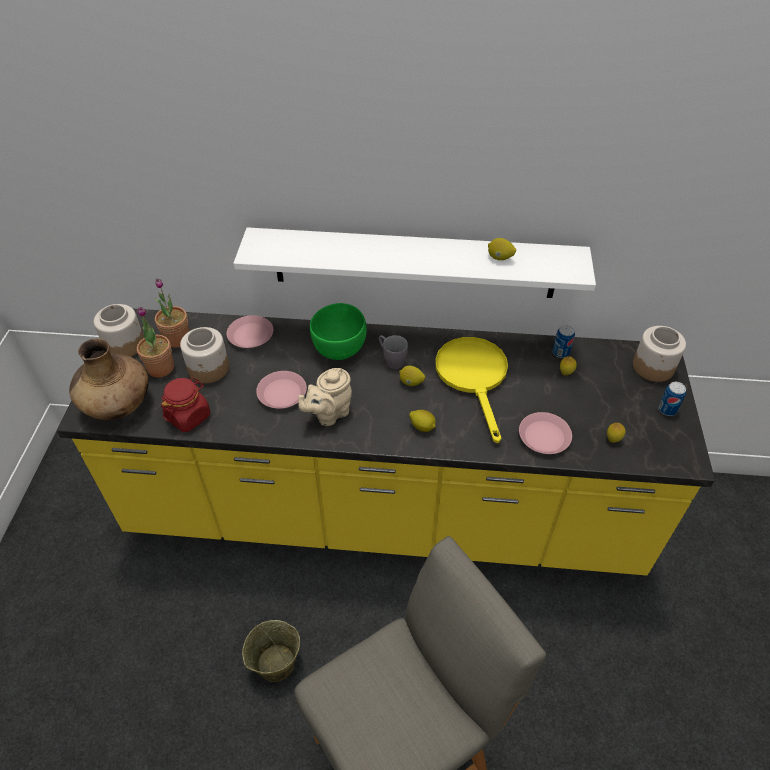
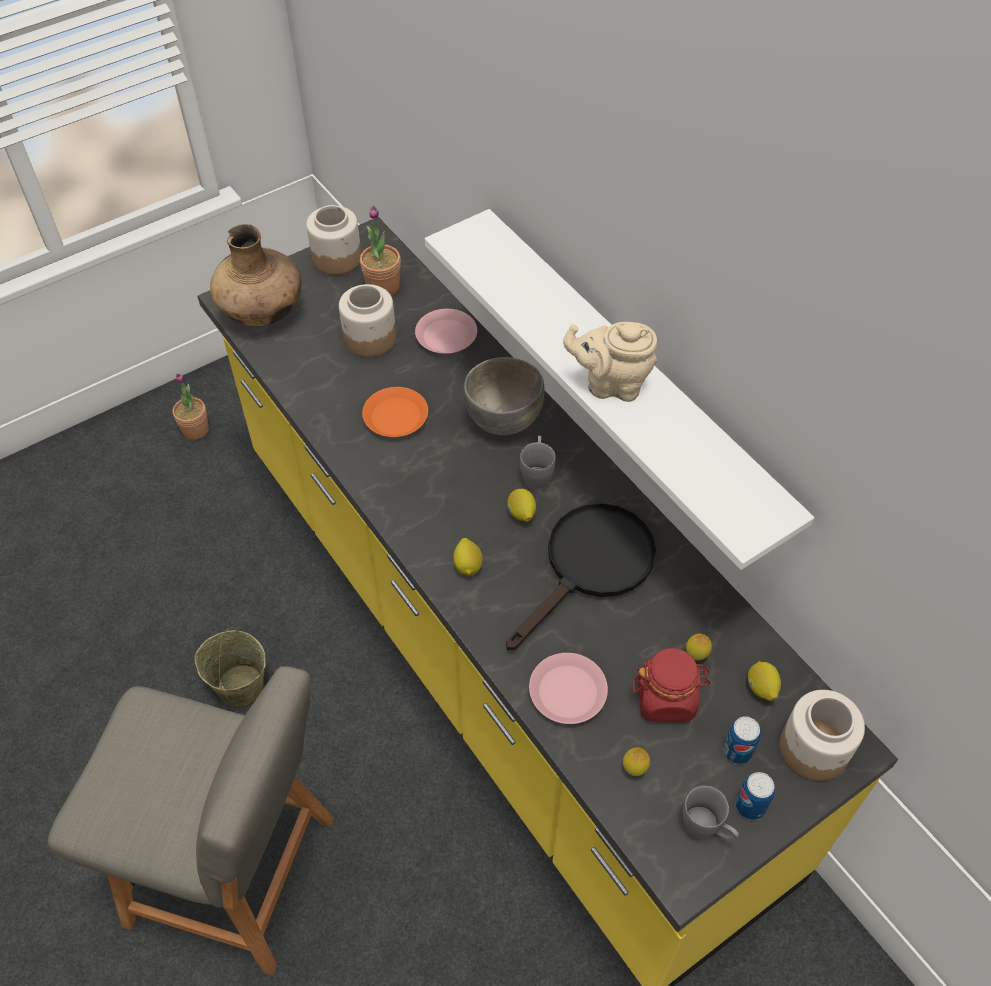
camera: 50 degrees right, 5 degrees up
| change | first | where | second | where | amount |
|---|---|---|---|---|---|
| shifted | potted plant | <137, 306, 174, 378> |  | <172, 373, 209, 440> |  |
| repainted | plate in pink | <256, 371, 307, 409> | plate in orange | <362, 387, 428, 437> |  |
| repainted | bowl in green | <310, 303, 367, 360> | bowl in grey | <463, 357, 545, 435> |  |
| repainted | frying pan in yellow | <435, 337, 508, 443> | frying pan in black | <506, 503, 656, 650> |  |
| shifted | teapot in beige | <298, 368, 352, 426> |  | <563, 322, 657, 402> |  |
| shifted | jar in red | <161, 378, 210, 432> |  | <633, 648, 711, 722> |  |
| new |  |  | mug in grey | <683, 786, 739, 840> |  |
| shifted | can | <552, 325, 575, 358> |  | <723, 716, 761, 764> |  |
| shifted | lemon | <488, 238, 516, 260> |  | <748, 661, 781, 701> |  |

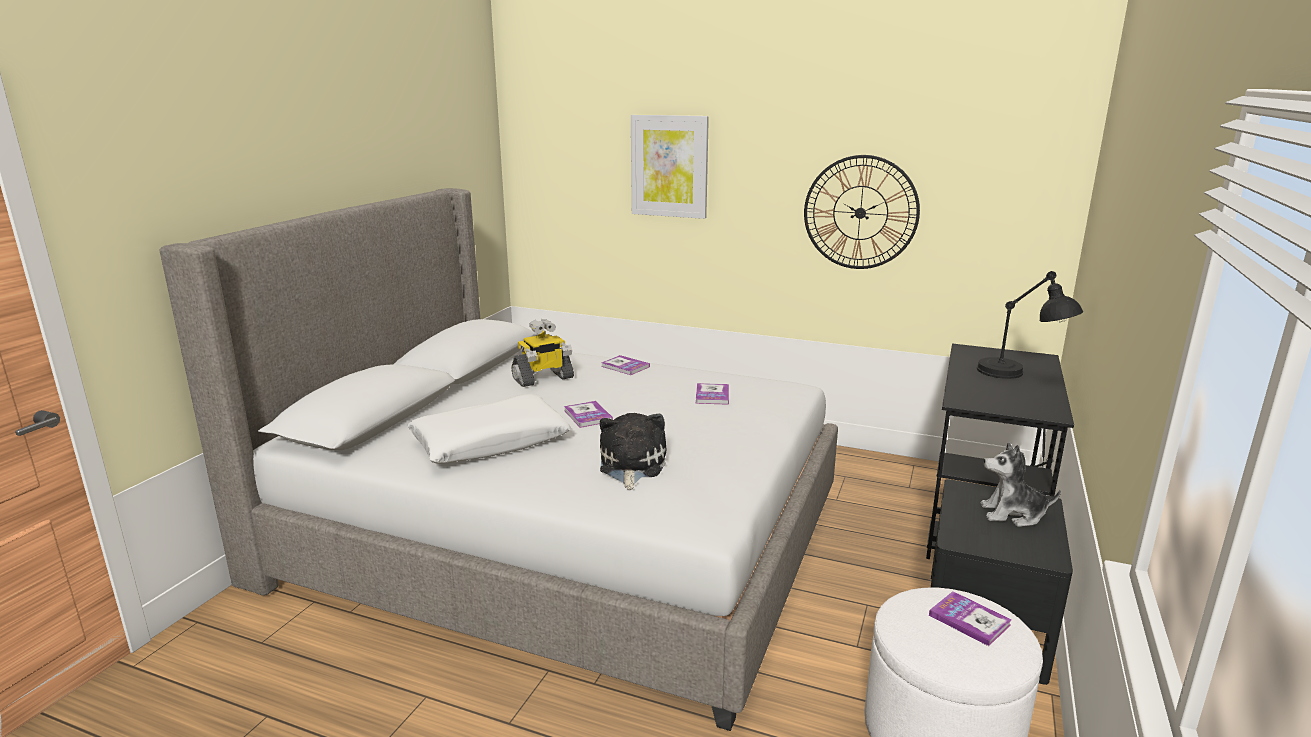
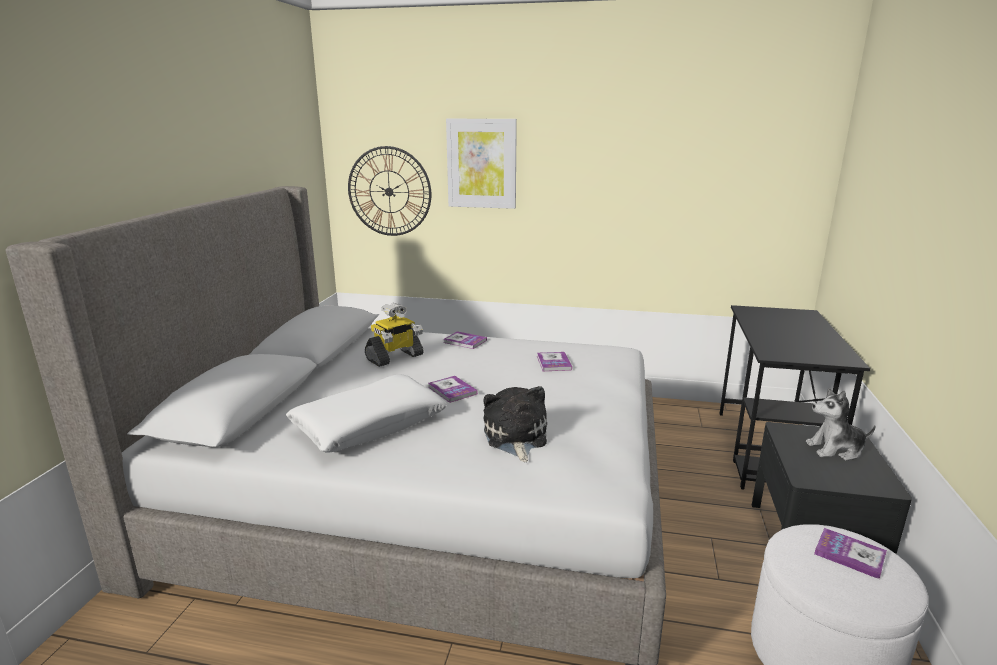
camera: 10 degrees left, 0 degrees up
| change | first | where | second | where | amount |
|---|---|---|---|---|---|
| shifted | wall clock | <804, 155, 920, 269> |  | <348, 146, 431, 236> |  |
| gone | table lamp in black | <977, 271, 1083, 379> |  |  |  |

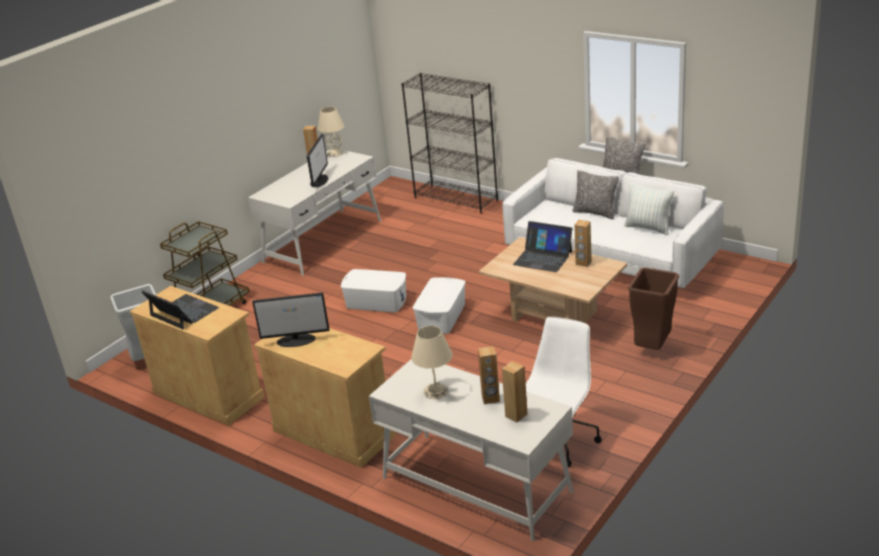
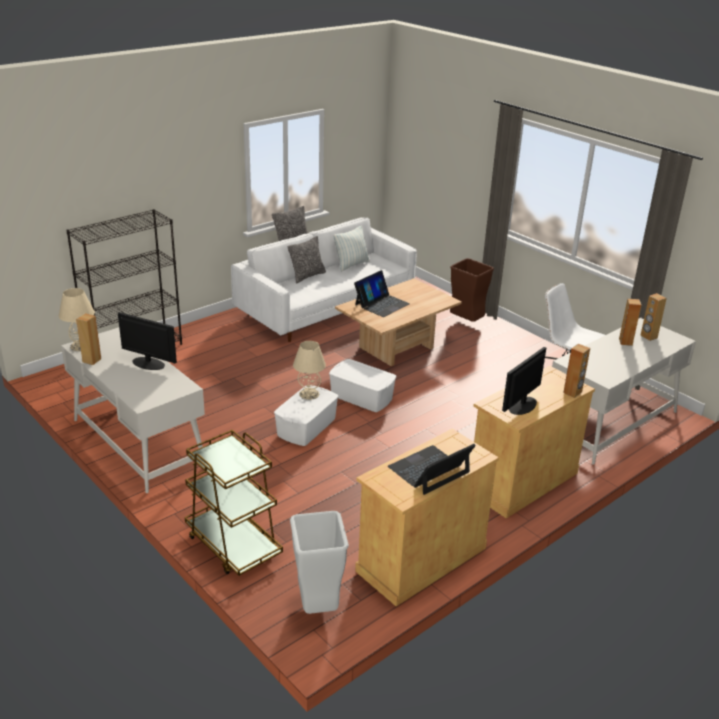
camera: 80 degrees left, 0 degrees up
| change | first | where | second | where | amount |
|---|---|---|---|---|---|
| shifted | table lamp in beige | <411, 326, 453, 399> |  | <293, 341, 326, 400> |  |
| rotated | monitor | <252, 292, 329, 347> |  | <502, 347, 546, 415> | 150 degrees counterclockwise |
| shifted | speaker in brown | <574, 220, 592, 267> |  | <563, 344, 590, 398> |  |

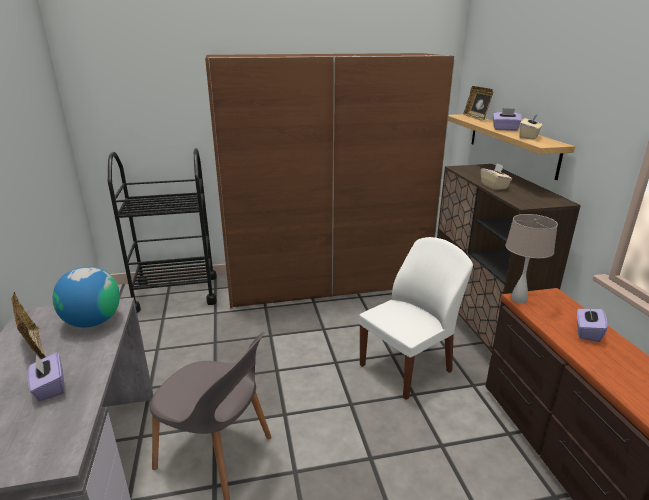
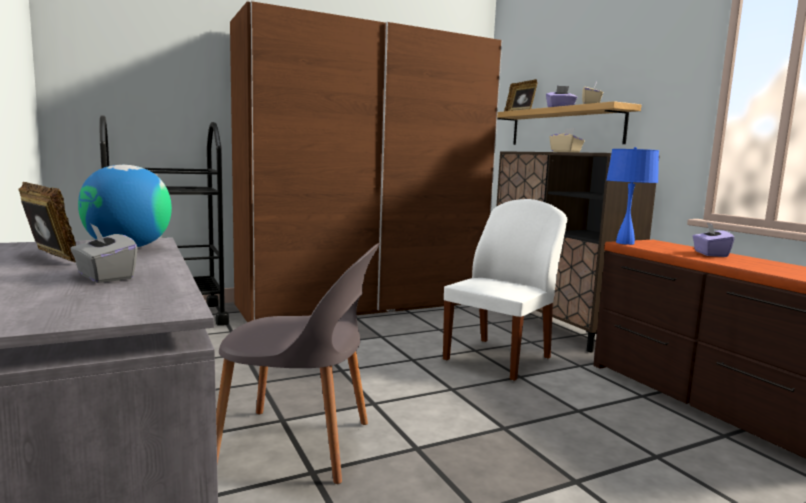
camera: 15 degrees left, 15 degrees down
| change | first | where | second | where | amount |
|---|---|---|---|---|---|
| repainted | tissue box in purple | <28, 352, 64, 401> | tissue box in grey | <71, 223, 138, 283> |  |
| repainted | table lamp in beige | <505, 214, 558, 303> | table lamp in blue | <606, 147, 659, 245> |  |

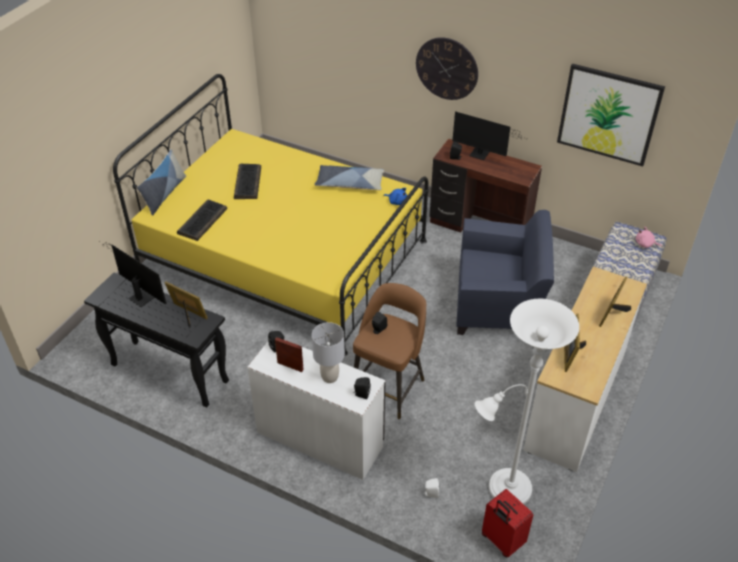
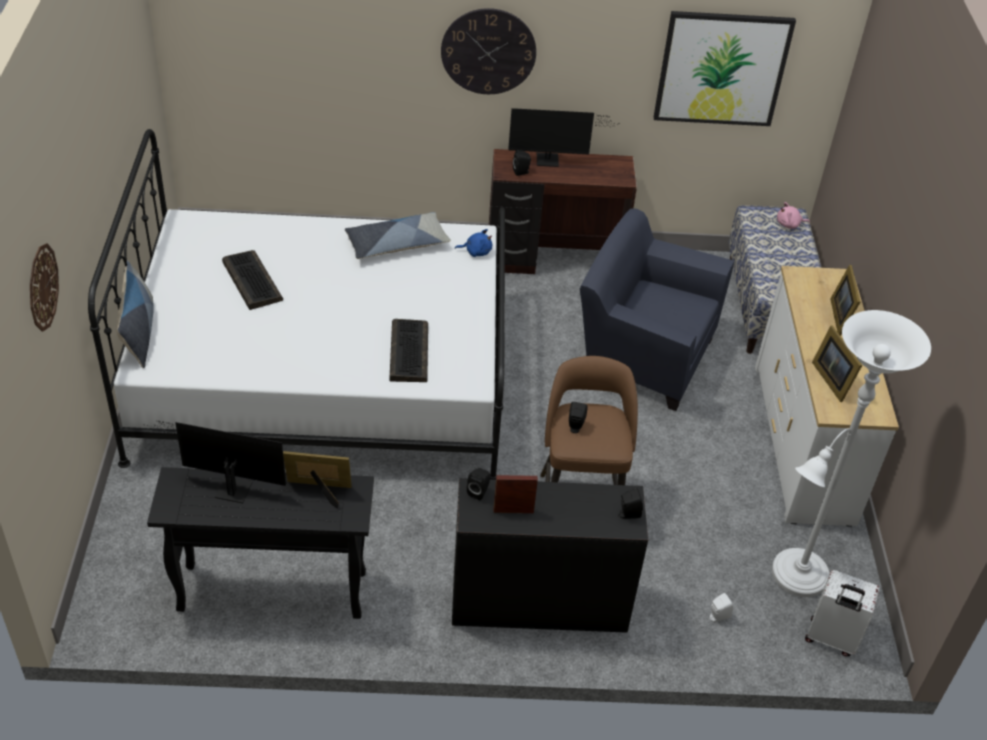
camera: 30 degrees left, 0 degrees up
| change | first | where | second | where | amount |
|---|---|---|---|---|---|
| new |  |  | wall clock | <30, 243, 59, 332> |  |
| repainted | bed in yellow | <113, 74, 429, 356> | bed in white | <88, 129, 505, 480> |  |
| shifted | keyboard | <177, 199, 227, 241> |  | <389, 319, 428, 382> |  |
| repainted | desk in white | <247, 342, 385, 480> | desk in black | <452, 478, 648, 633> |  |
| rotated | armchair in blue | <456, 210, 554, 335> |  | <580, 209, 734, 411> | 135 degrees counterclockwise |
| repainted | suitcase in red | <482, 489, 533, 557> | suitcase in white | <805, 570, 880, 656> |  |
| gone | table lamp in grey | <312, 322, 345, 383> |  |  |  |

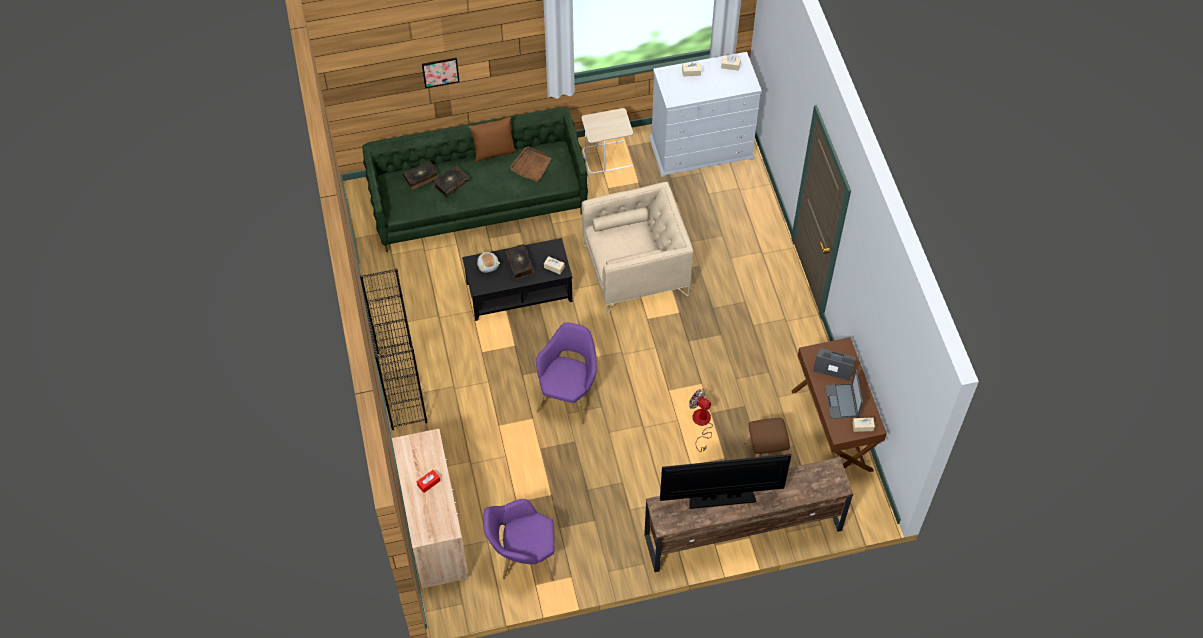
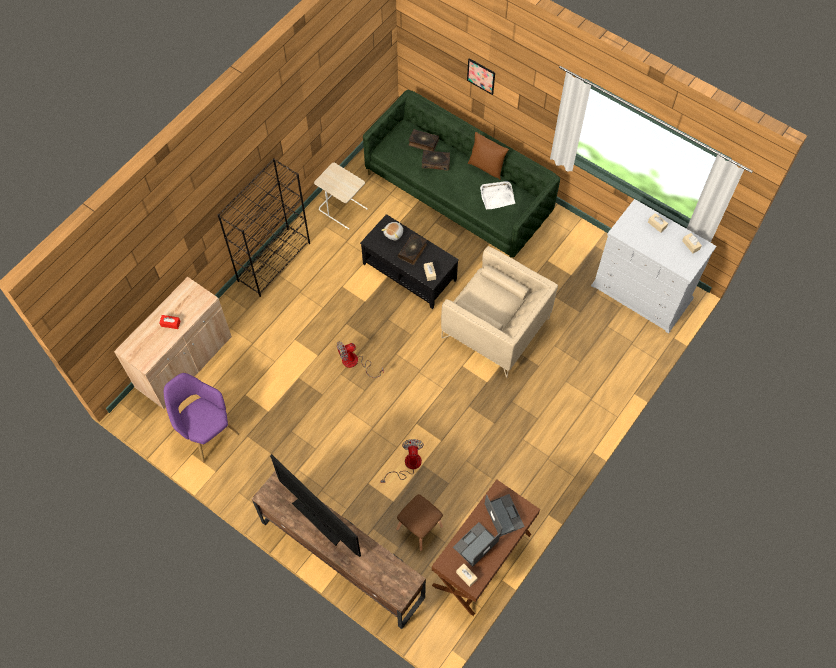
camera: 50 degrees right, 5 degrees up
| change | first | where | second | where | amount |
|---|---|---|---|---|---|
| shifted | side table in beige | <582, 108, 633, 174> |  | <314, 163, 368, 229> |  |
| swapped | armchair in purple | <536, 322, 597, 424> | fan | <337, 342, 384, 378> |  |
| repainted | tray in brown | <510, 146, 551, 182> | tray in white | <480, 181, 515, 210> |  |

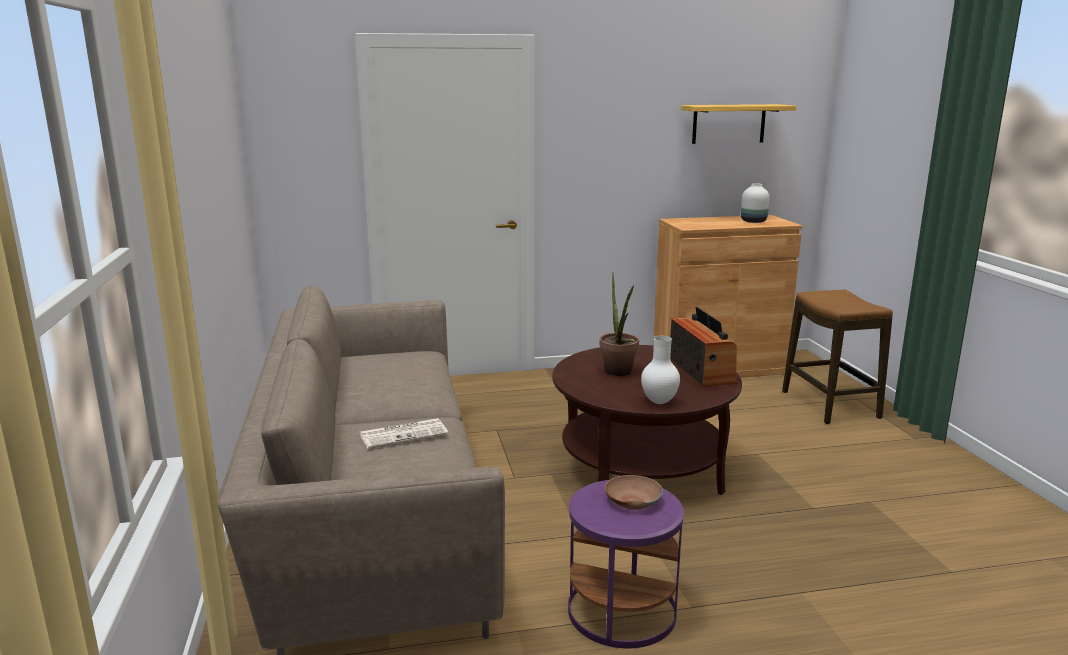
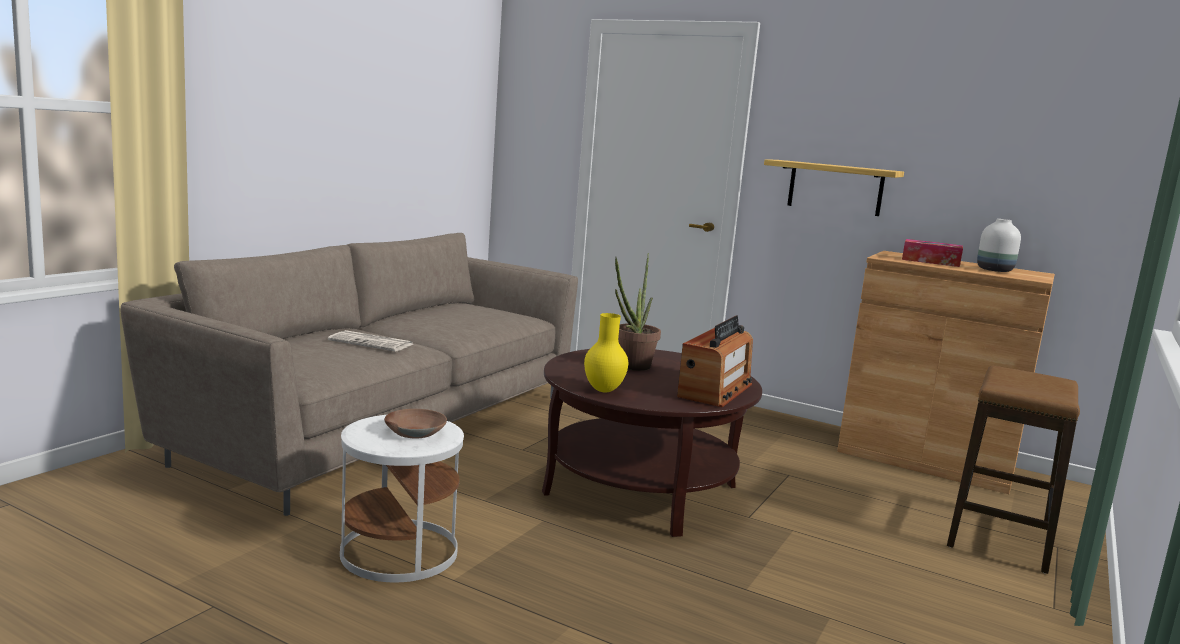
camera: 40 degrees right, 5 degrees down
| change | first | where | second | where | amount |
|---|---|---|---|---|---|
| repainted | side table in purple | <568, 480, 684, 648> | side table in white | <340, 415, 464, 582> |  |
| repainted | vase in white | <641, 336, 680, 404> | vase in yellow | <584, 313, 628, 392> |  |
| shifted | shelf | <681, 104, 796, 144> |  | <764, 159, 904, 216> |  |
| new |  |  | tissue box | <902, 239, 963, 267> |  |

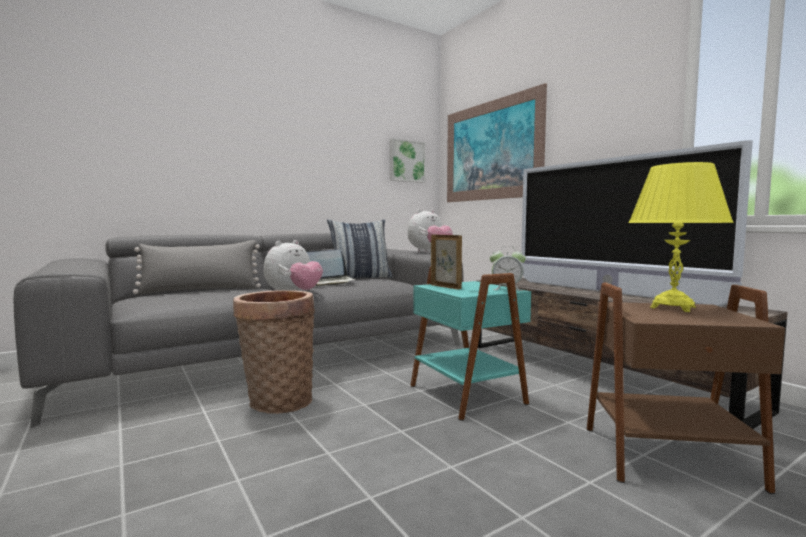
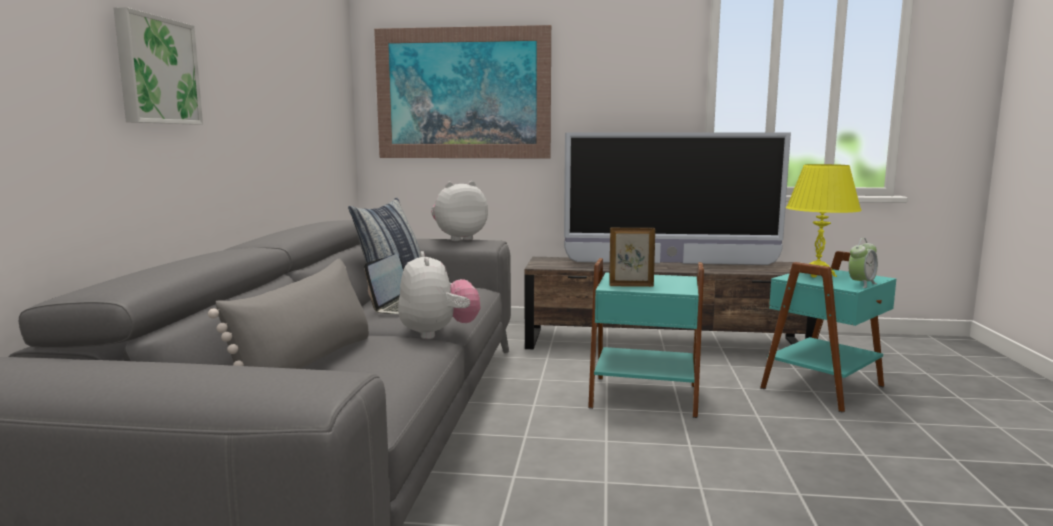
camera: 50 degrees left, 5 degrees up
| change | first | where | second | where | amount |
|---|---|---|---|---|---|
| shifted | picture | <390, 138, 426, 183> |  | <114, 7, 203, 124> |  |
| rotated | plush toy | <407, 209, 453, 252> |  | <431, 181, 488, 241> | 120 degrees counterclockwise |
| repainted | side table in brown | <587, 283, 785, 494> | side table in turquoise | <760, 251, 896, 413> |  |
| shifted | alarm clock | <490, 246, 526, 291> |  | <848, 238, 878, 288> |  |
| gone | basket | <233, 290, 315, 414> |  |  |  |

